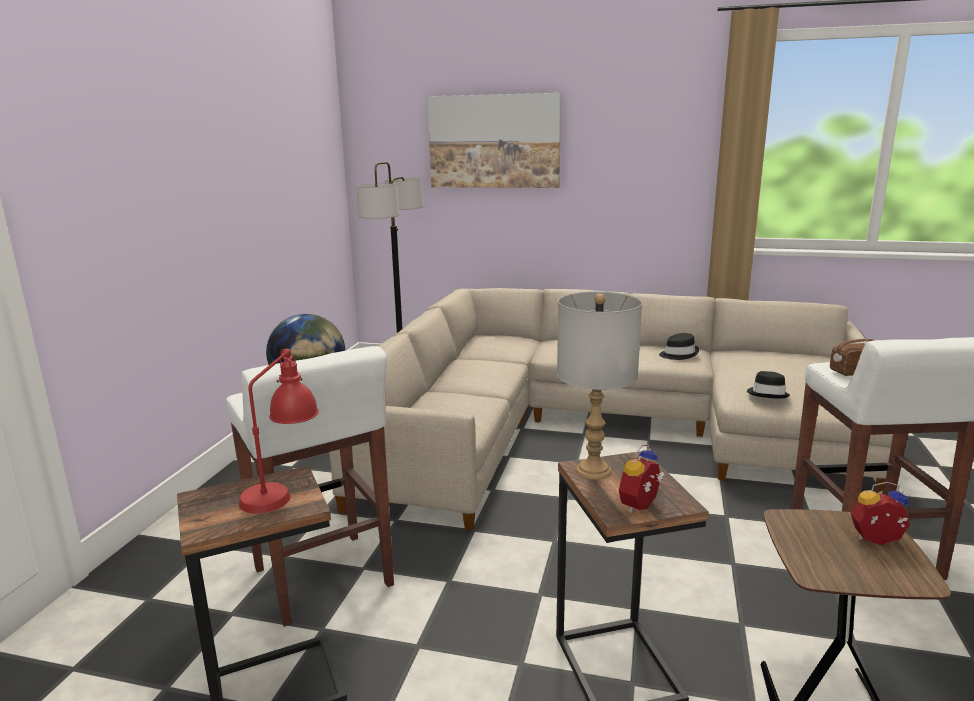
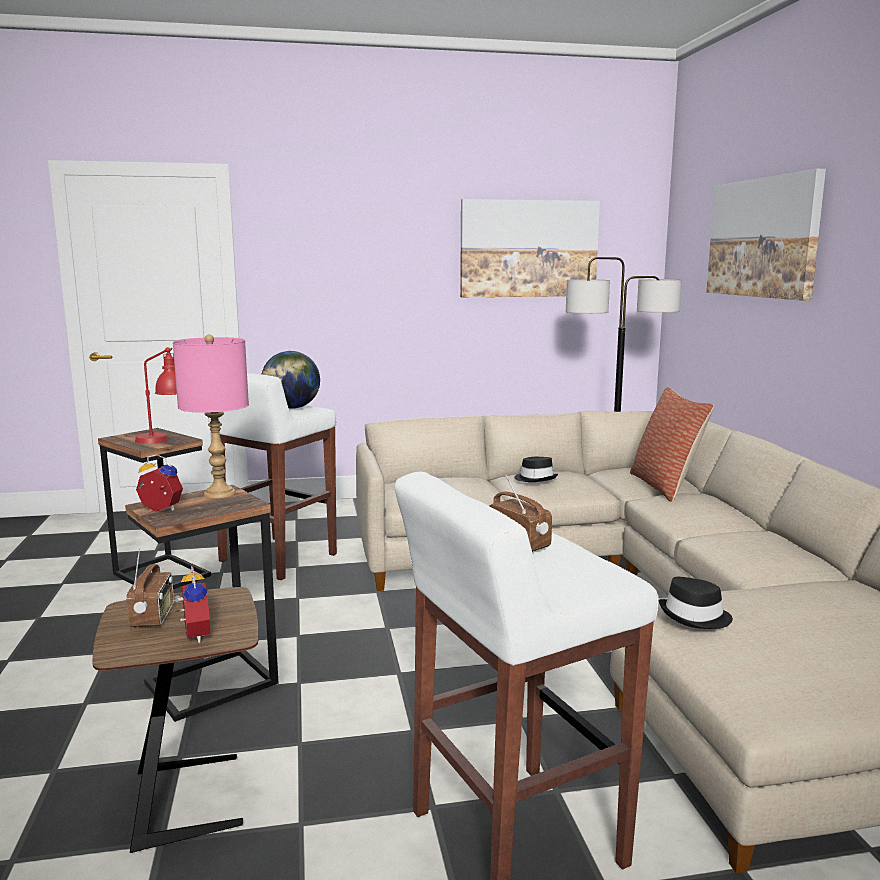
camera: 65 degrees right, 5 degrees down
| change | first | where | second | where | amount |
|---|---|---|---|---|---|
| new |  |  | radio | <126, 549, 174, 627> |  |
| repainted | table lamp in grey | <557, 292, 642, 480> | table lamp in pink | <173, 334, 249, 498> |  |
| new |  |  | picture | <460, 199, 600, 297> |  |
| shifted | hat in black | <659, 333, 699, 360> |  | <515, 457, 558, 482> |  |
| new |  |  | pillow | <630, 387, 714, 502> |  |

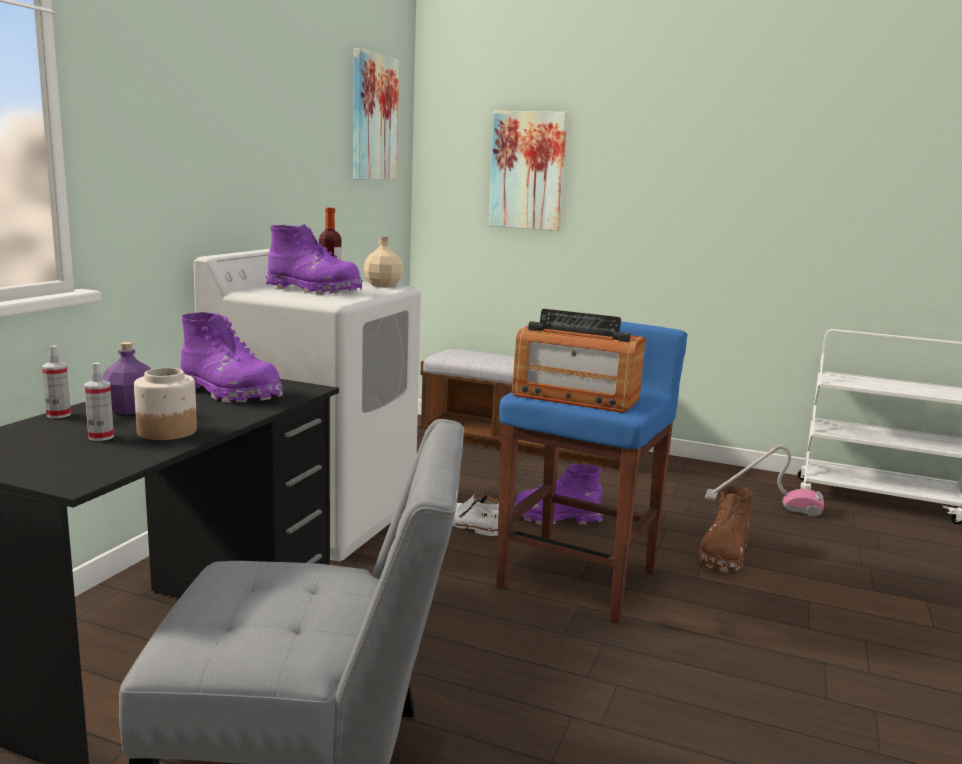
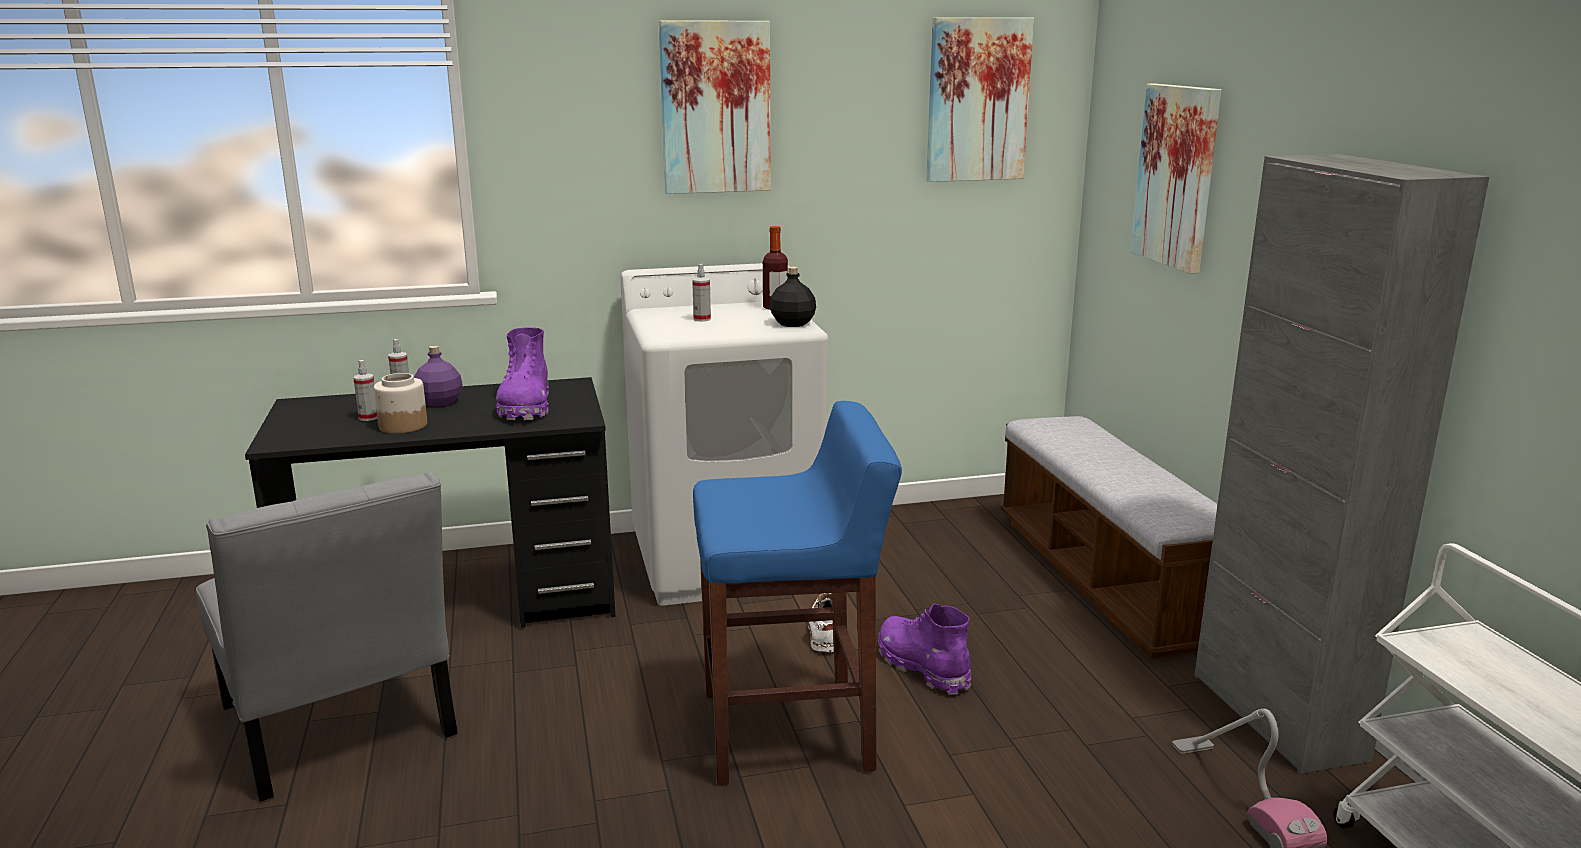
camera: 55 degrees right, 5 degrees up
| change | first | where | second | where | amount |
|---|---|---|---|---|---|
| new |  |  | picture | <659, 21, 771, 194> |  |
| swapped | boot in purple | <266, 224, 362, 295> | spray bottle | <692, 264, 711, 322> |  |
| repainted | bottle in beige | <364, 236, 403, 287> | bottle in black | <770, 267, 816, 327> |  |
| new |  |  | cabinet in grey | <1194, 154, 1489, 774> |  |
| gone | radio | <512, 309, 646, 413> |  |  |  |
| gone | boot in brown | <699, 485, 753, 572> |  |  |  |

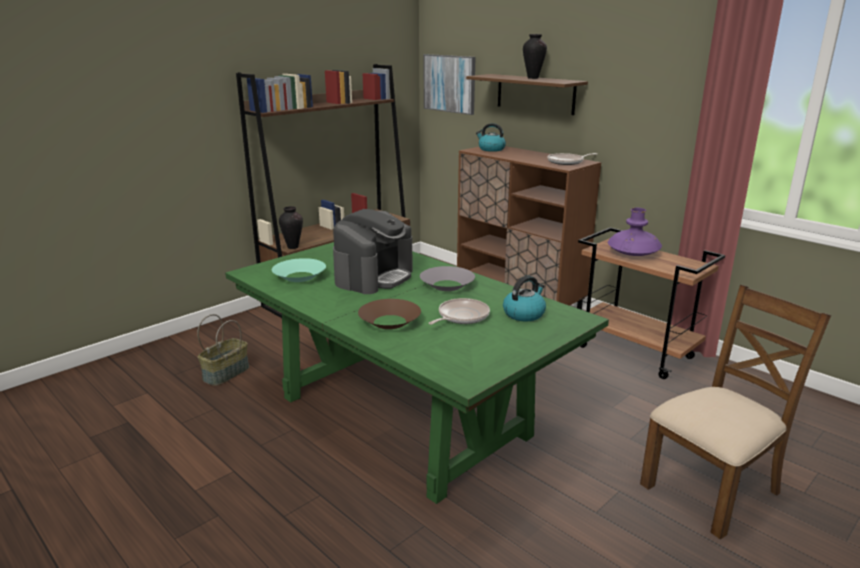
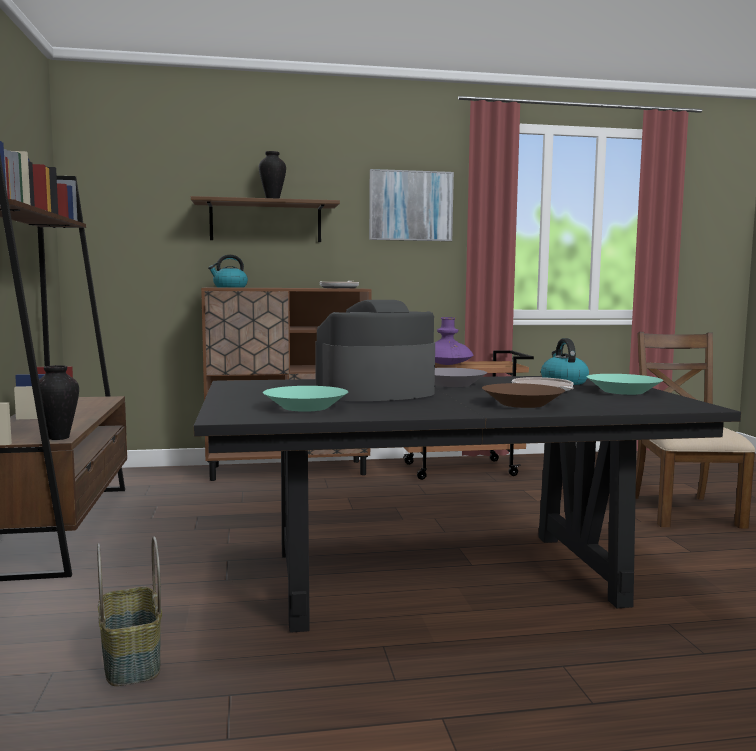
camera: 55 degrees left, 15 degrees down
| change | first | where | second | where | amount |
|---|---|---|---|---|---|
| repainted | dining table in green | <225, 242, 609, 504> | dining table in black | <194, 376, 741, 633> |  |
| rotated | coffee machine | <333, 209, 413, 294> |  | <316, 300, 435, 401> | 90 degrees counterclockwise |
| shifted | picture | <424, 54, 475, 115> |  | <369, 169, 454, 241> |  |
| new |  |  | bowl in turquoise | <586, 374, 663, 395> |  |

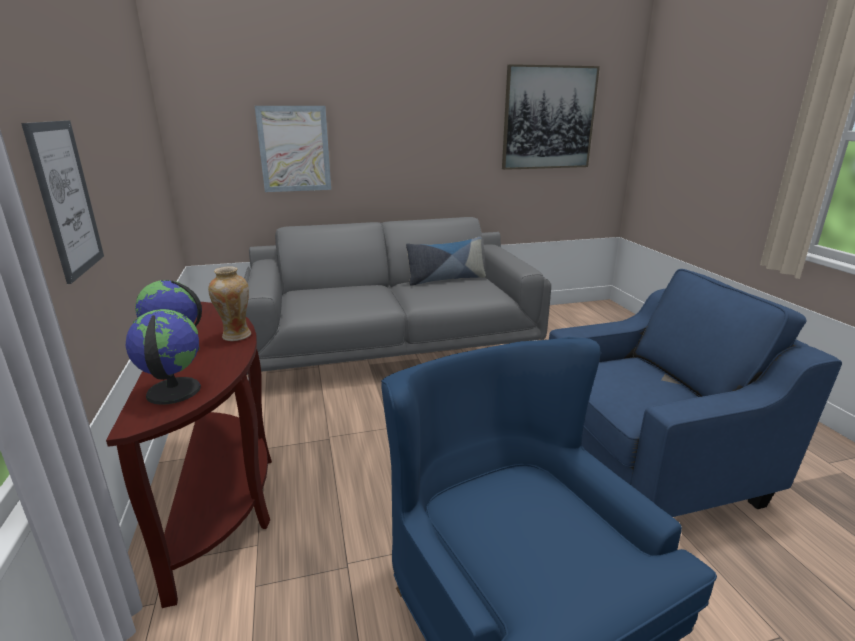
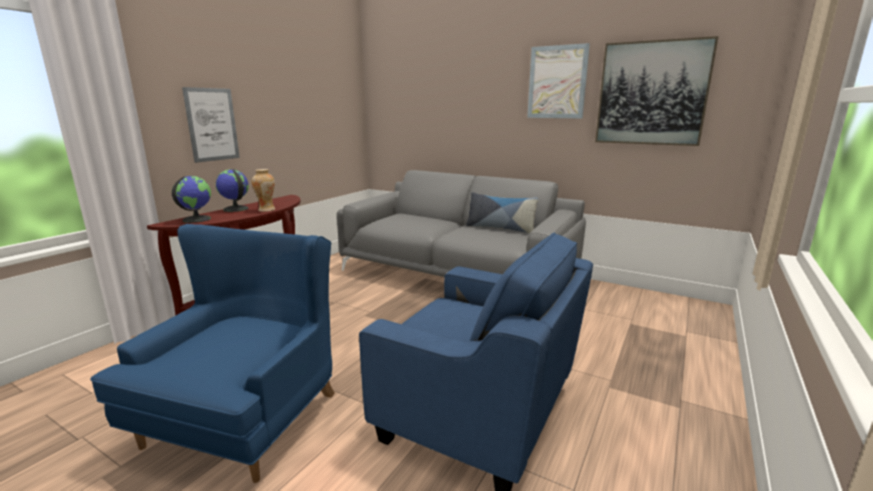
camera: 45 degrees right, 5 degrees down
| change | first | where | second | where | amount |
|---|---|---|---|---|---|
| shifted | picture | <255, 106, 331, 192> |  | <527, 43, 590, 118> |  |

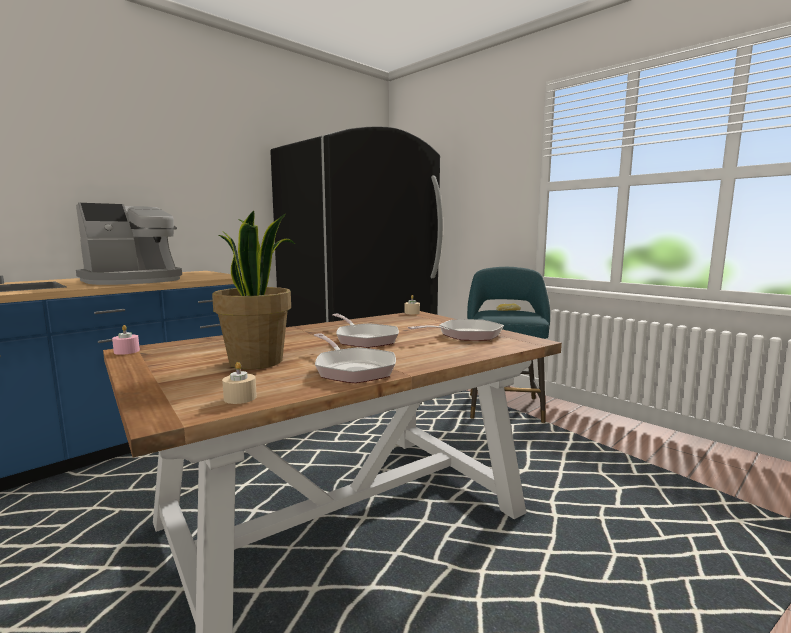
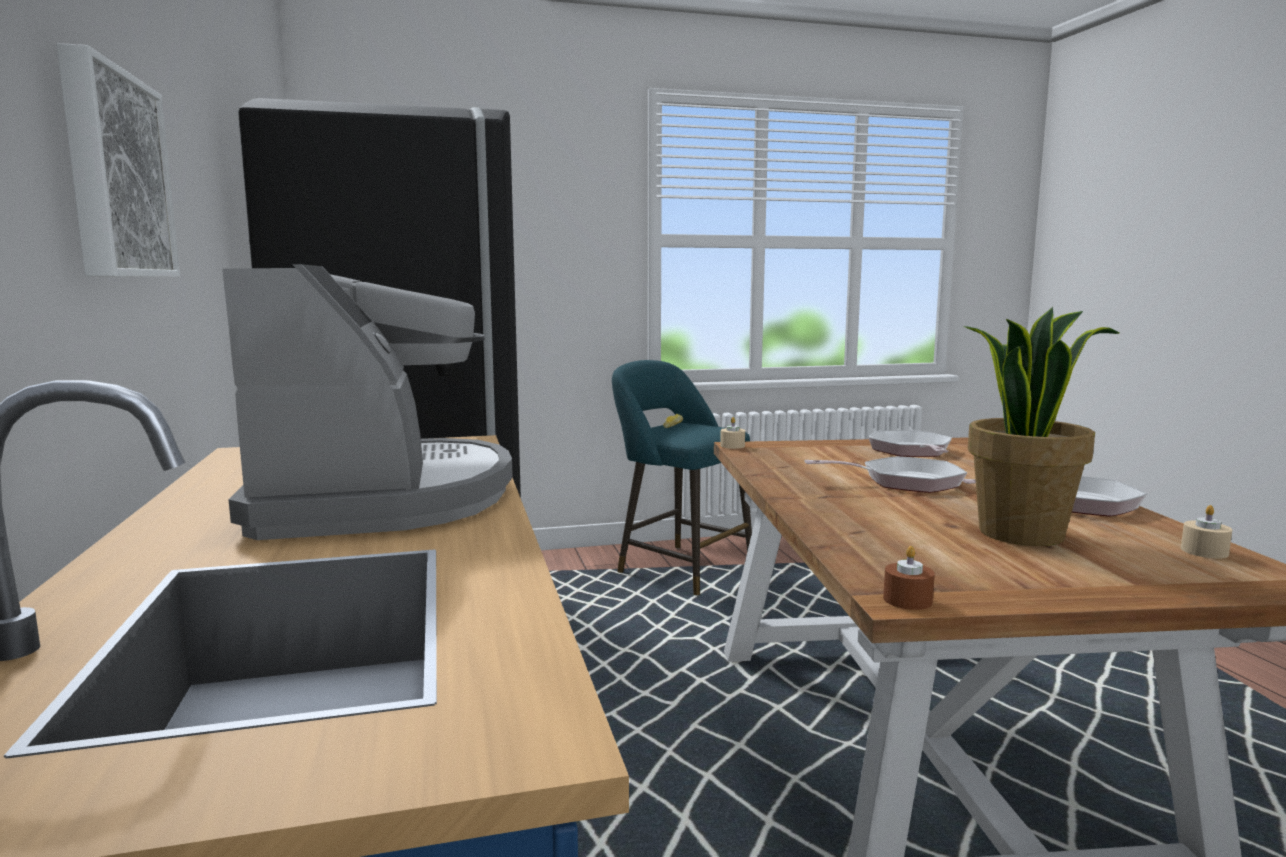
camera: 60 degrees left, 0 degrees up
| change | first | where | second | where | amount |
|---|---|---|---|---|---|
| new |  |  | picture | <57, 43, 180, 277> |  |
| repainted | candle in pink | <112, 325, 140, 355> | candle in brown | <883, 546, 935, 610> |  |

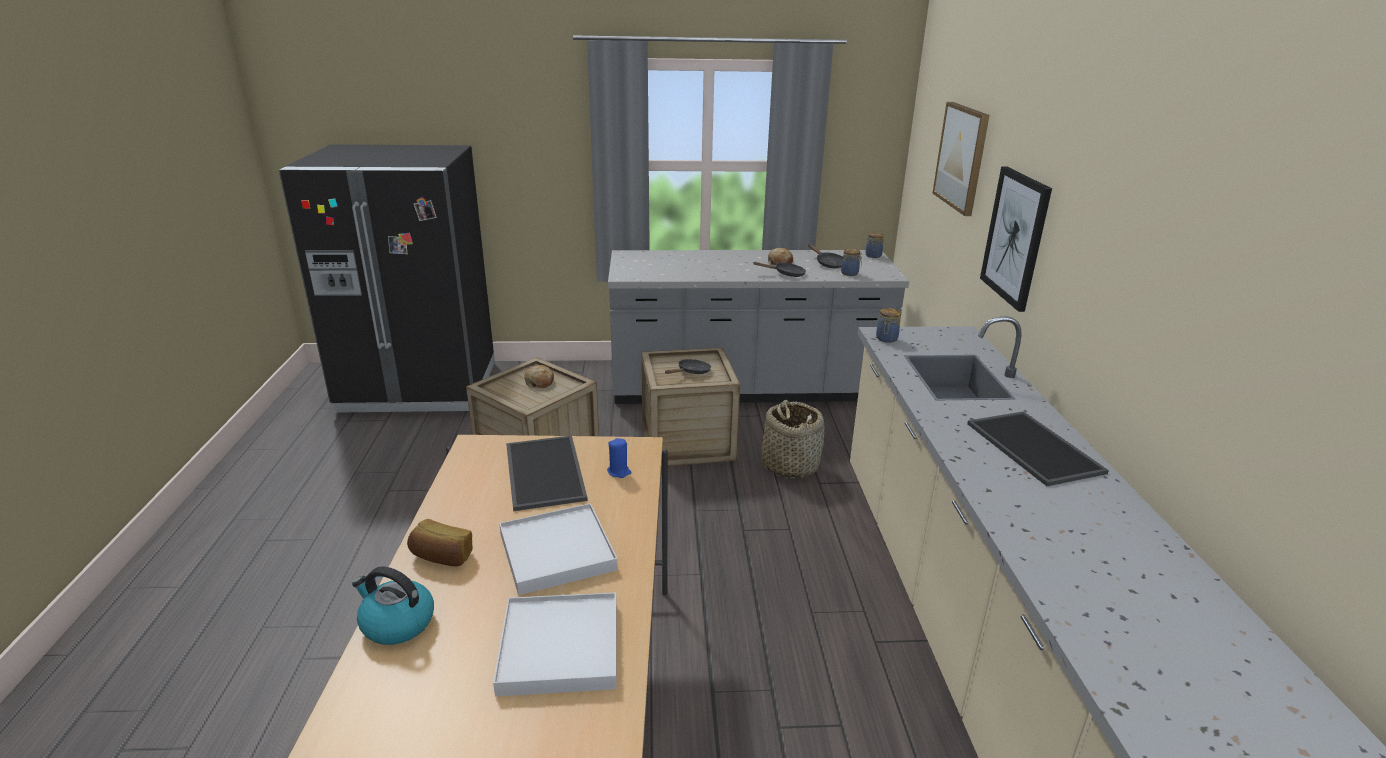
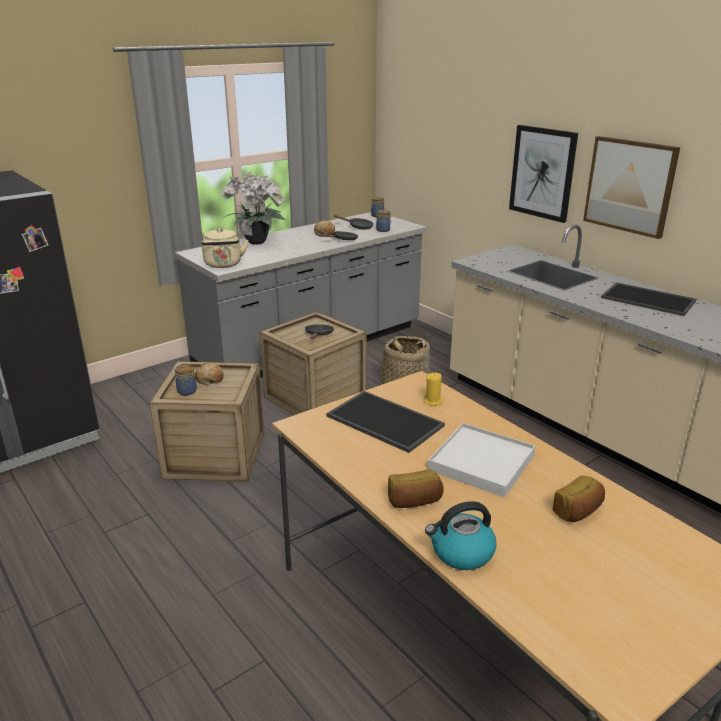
camera: 35 degrees left, 0 degrees up
| change | first | where | second | where | amount |
|---|---|---|---|---|---|
| shifted | jar | <876, 308, 901, 343> |  | <175, 364, 197, 395> |  |
| new |  |  | kettle in beige | <201, 228, 248, 268> |  |
| new |  |  | potted plant | <220, 172, 286, 245> |  |
| repainted | candle in blue | <607, 438, 631, 478> | candle in yellow | <423, 372, 443, 406> |  |
| swapped | tray in white | <493, 592, 617, 697> | bread | <553, 475, 605, 522> |  |
| shifted | picture | <932, 102, 989, 216> |  | <583, 136, 680, 239> |  |

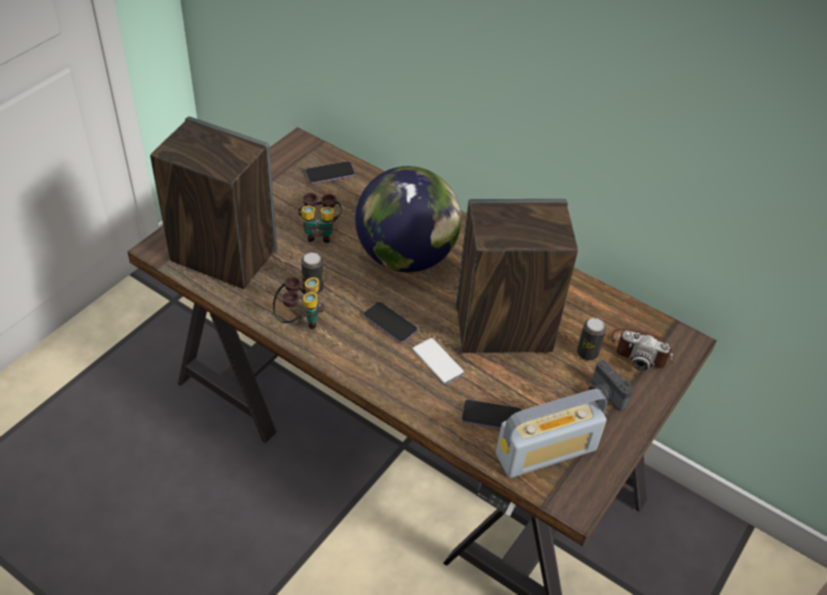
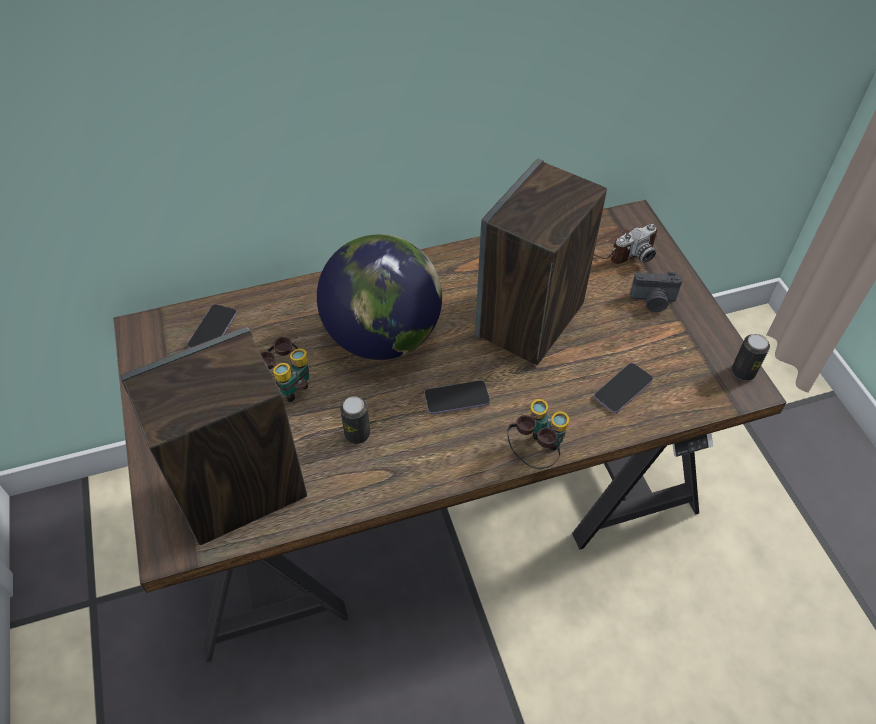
camera: 50 degrees left, 5 degrees up
| change | first | where | second | where | amount |
|---|---|---|---|---|---|
| shifted | binoculars | <273, 276, 325, 329> |  | <507, 399, 570, 469> |  |
| shifted | can | <577, 318, 606, 360> |  | <732, 334, 770, 381> |  |
| gone | phone | <412, 338, 465, 384> |  |  |  |
| gone | radio | <496, 389, 607, 478> |  |  |  |

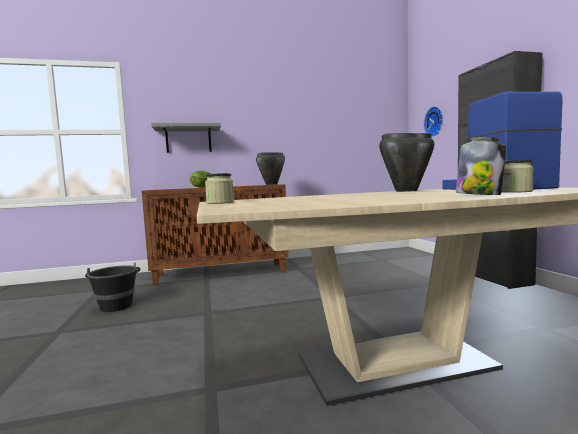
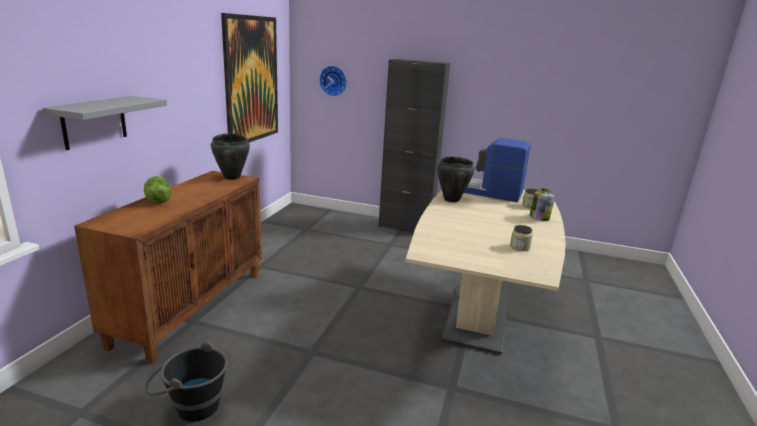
camera: 60 degrees left, 15 degrees up
| change | first | where | second | where | amount |
|---|---|---|---|---|---|
| new |  |  | picture | <221, 13, 278, 143> |  |
| shifted | jar | <205, 173, 234, 204> |  | <510, 225, 533, 251> |  |

